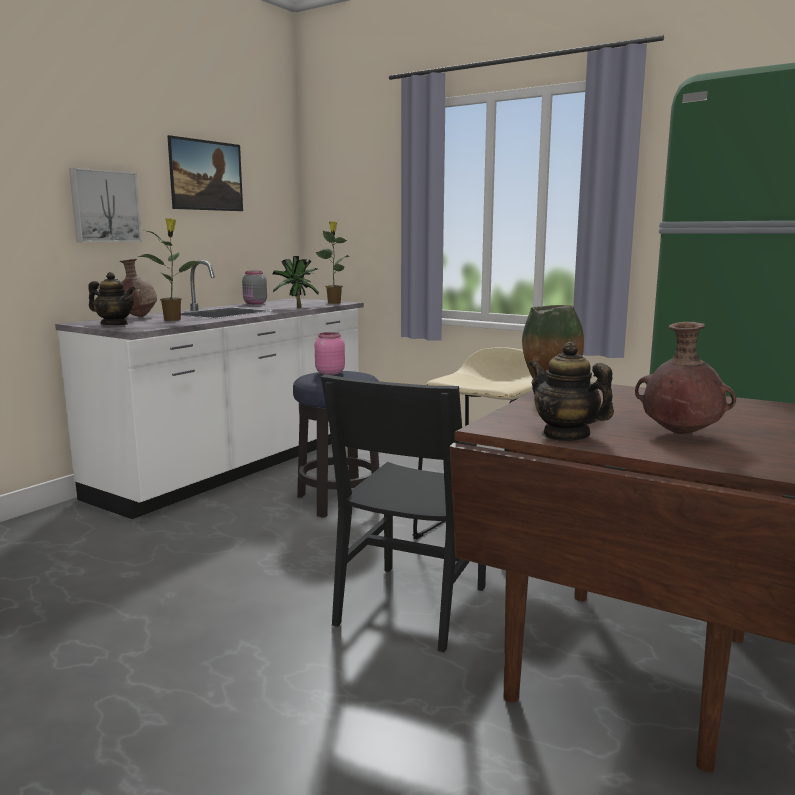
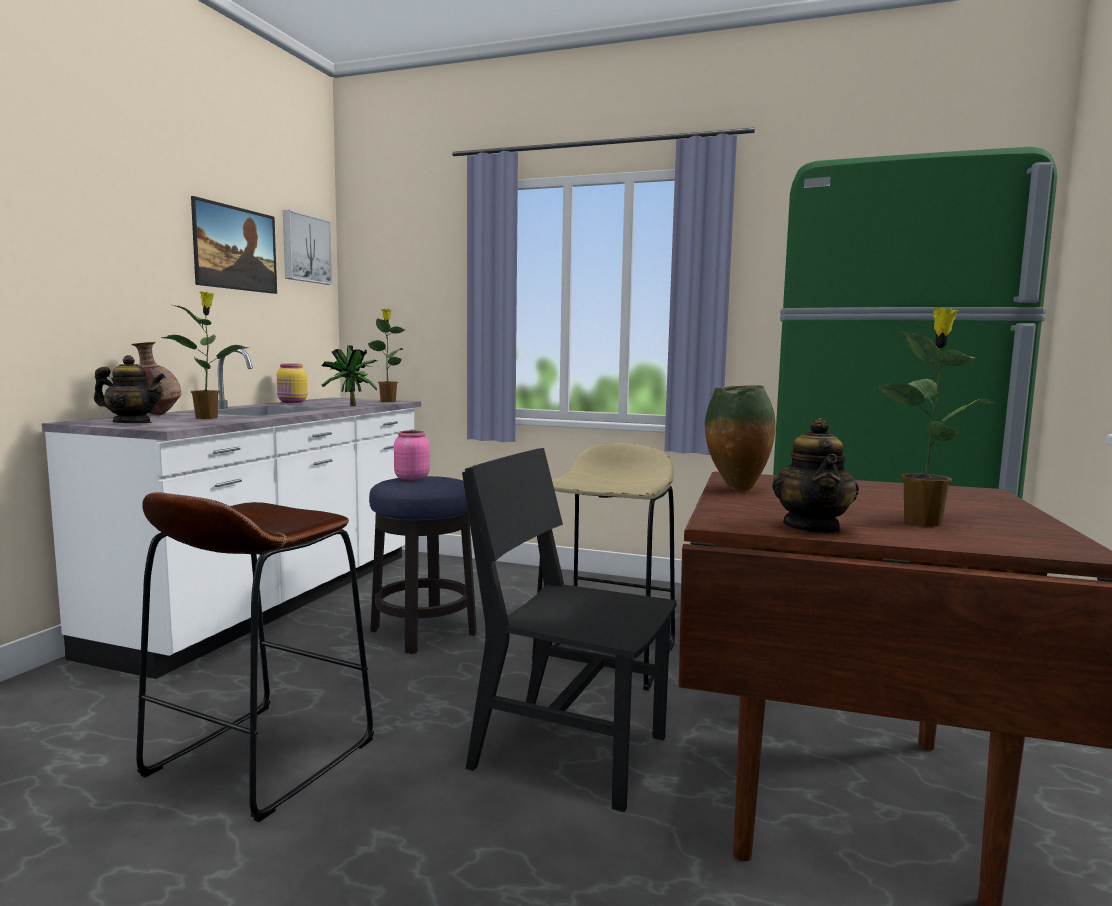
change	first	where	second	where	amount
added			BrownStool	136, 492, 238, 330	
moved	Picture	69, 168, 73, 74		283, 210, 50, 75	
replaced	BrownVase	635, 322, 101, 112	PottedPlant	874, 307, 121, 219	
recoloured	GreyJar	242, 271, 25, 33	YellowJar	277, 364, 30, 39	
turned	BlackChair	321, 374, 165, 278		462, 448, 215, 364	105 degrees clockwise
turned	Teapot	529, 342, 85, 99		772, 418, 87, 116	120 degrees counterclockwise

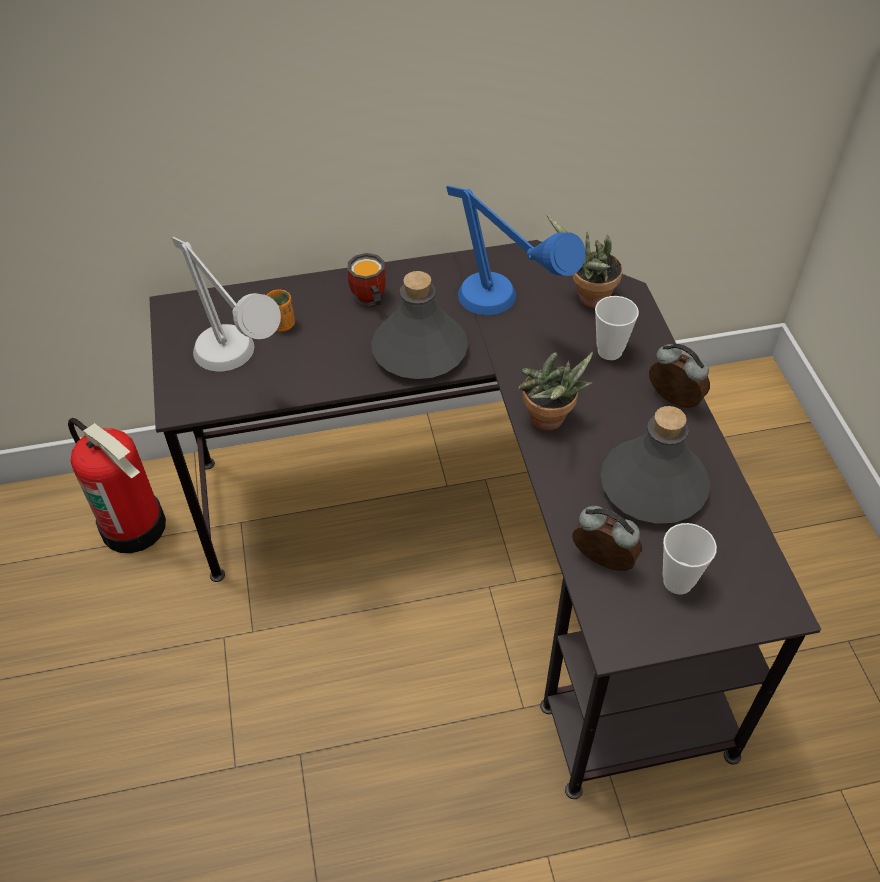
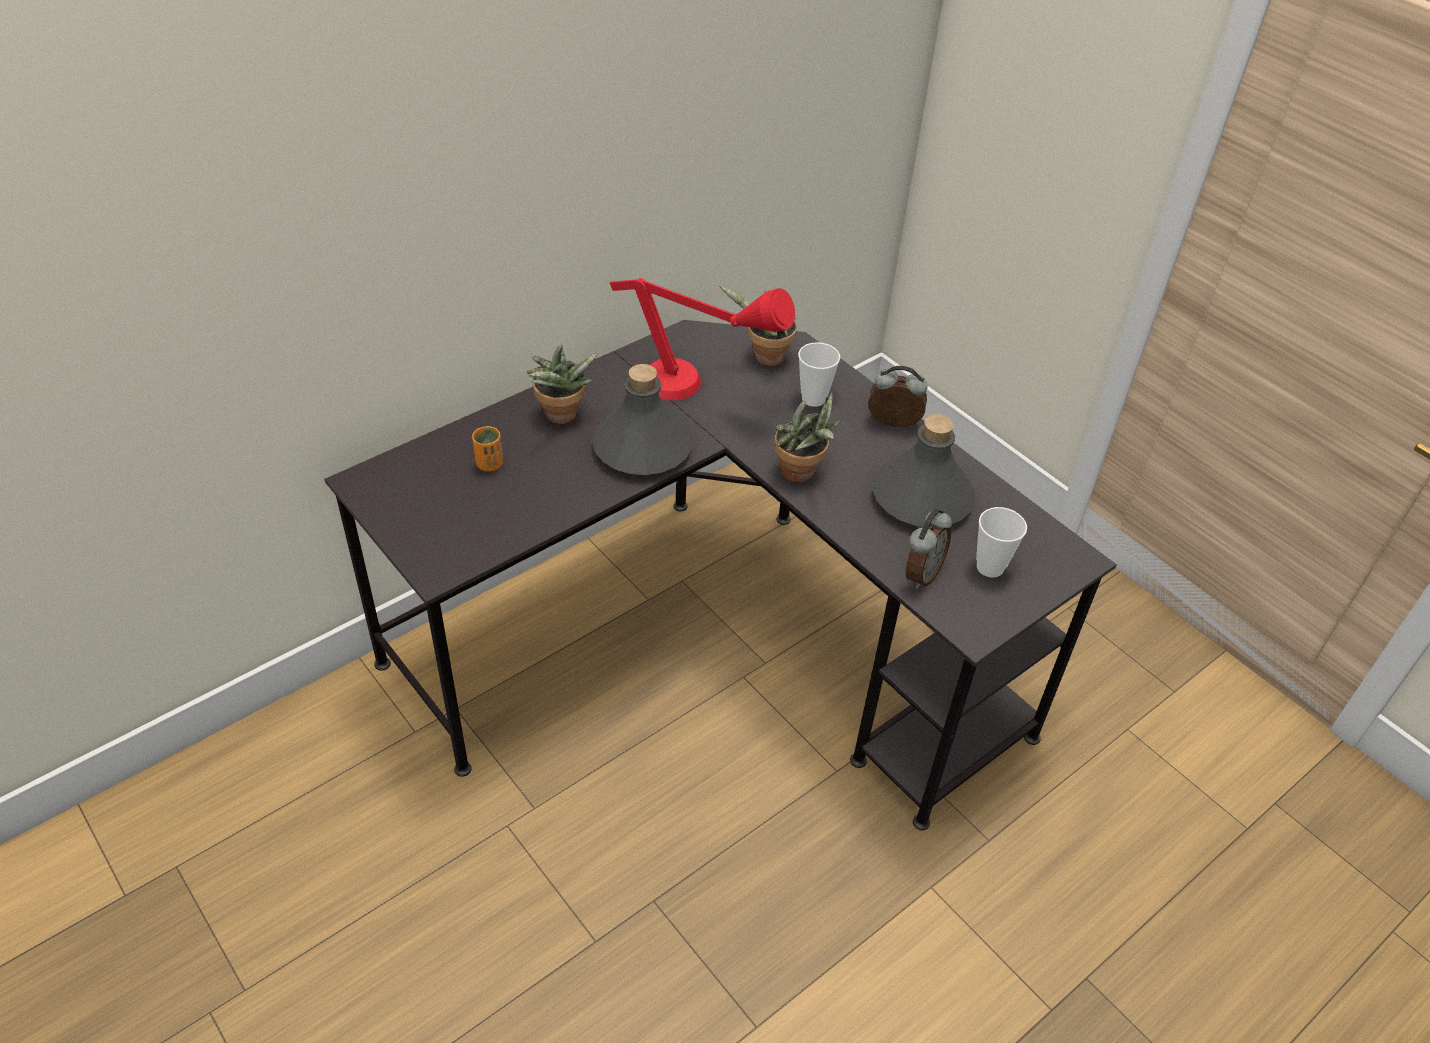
change	first	where	second	where	amount
removed	FireExtinguisher	68, 418, 98, 135			
removed	GreyTableLamp	172, 237, 109, 135			
replaced	Mug	348, 253, 38, 53	PottedPlant	527, 344, 72, 80	
recoloured	BlueTableLamp	446, 186, 139, 129	RedTableLamp	610, 278, 185, 122	
turned	AlarmClock	572, 506, 70, 65		906, 509, 46, 80	120 degrees clockwise

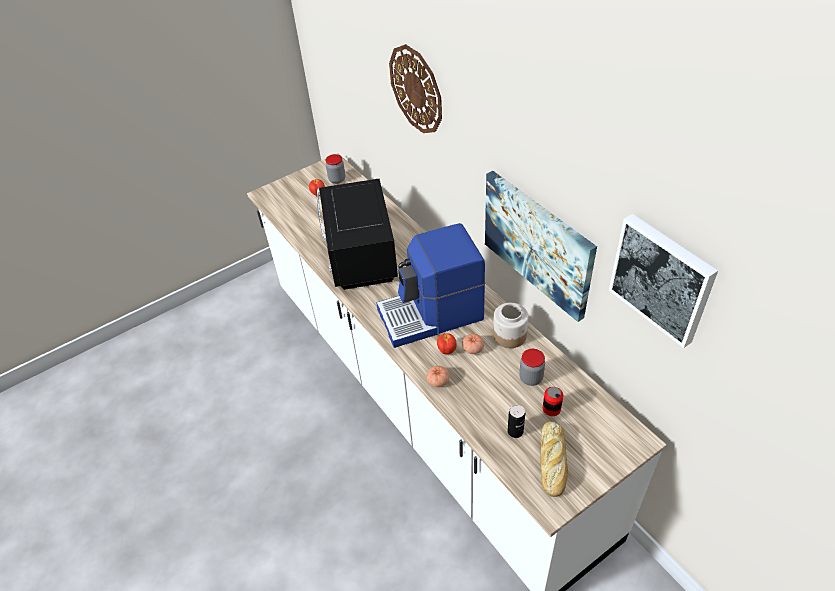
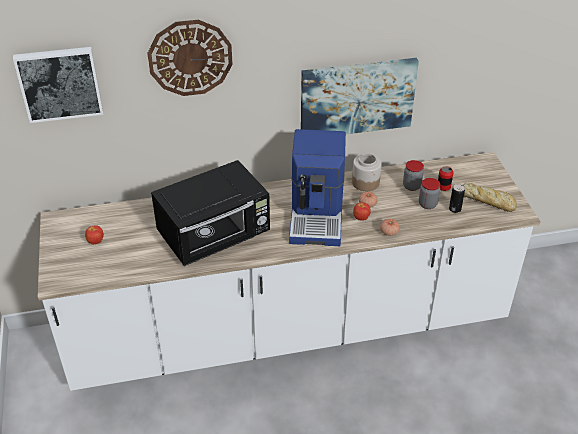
change	first	where	second	where	amount
moved	Jar	325, 154, 20, 30		419, 178, 21, 31	
moved	Picture	609, 214, 109, 134		13, 47, 91, 76	
turned	BlackMicrowave	317, 179, 81, 111		151, 160, 119, 106	45 degrees counterclockwise

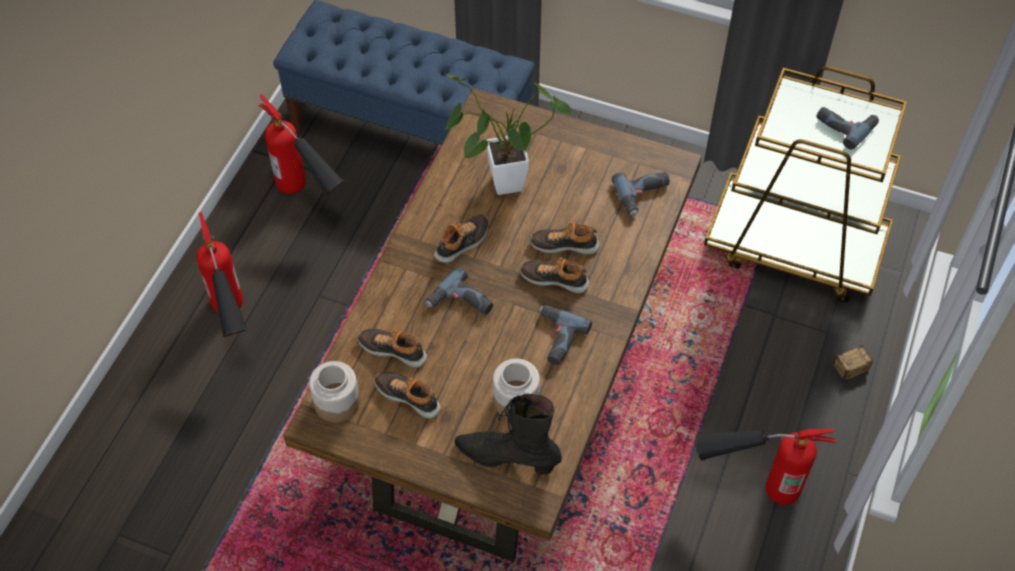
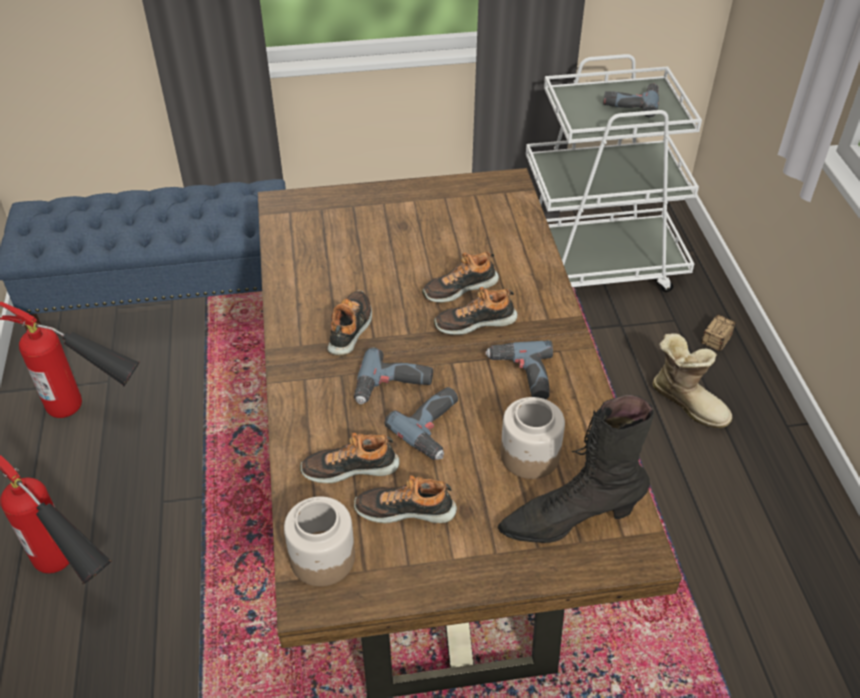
change	first	where	second	where	amount
removed	PottedPlant	445, 73, 127, 122			
removed	FireExtinguisher	695, 428, 141, 77			
added			Boot	653, 333, 79, 96	
moved	PowerDrill	612, 172, 58, 44		384, 387, 74, 73	
recoloured	BrownCart	704, 66, 203, 237	WhiteCart	526, 54, 176, 238	

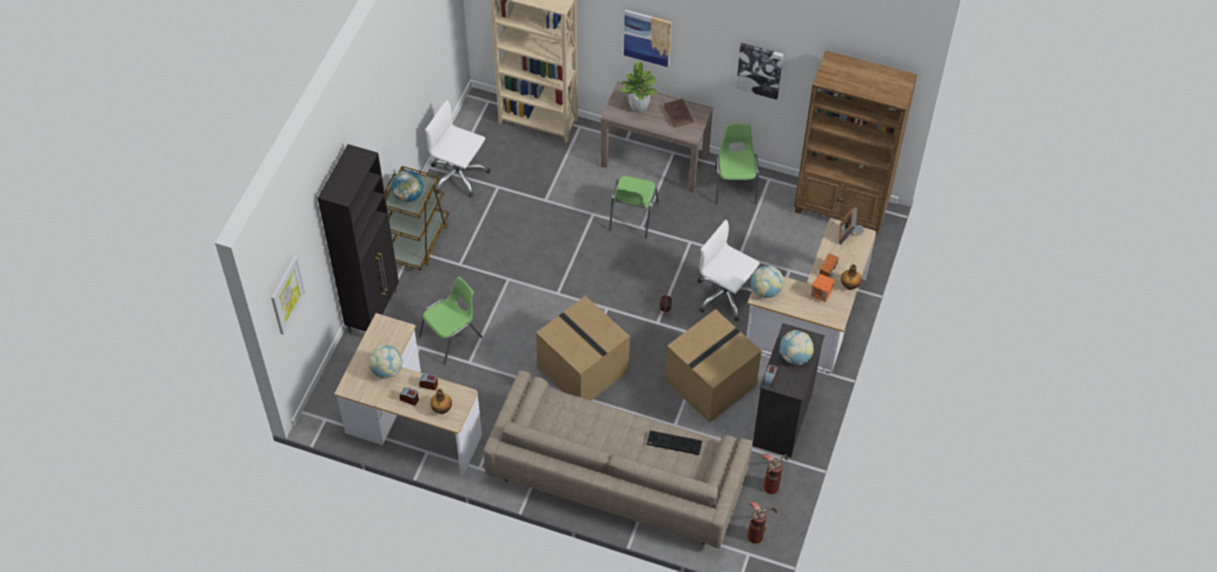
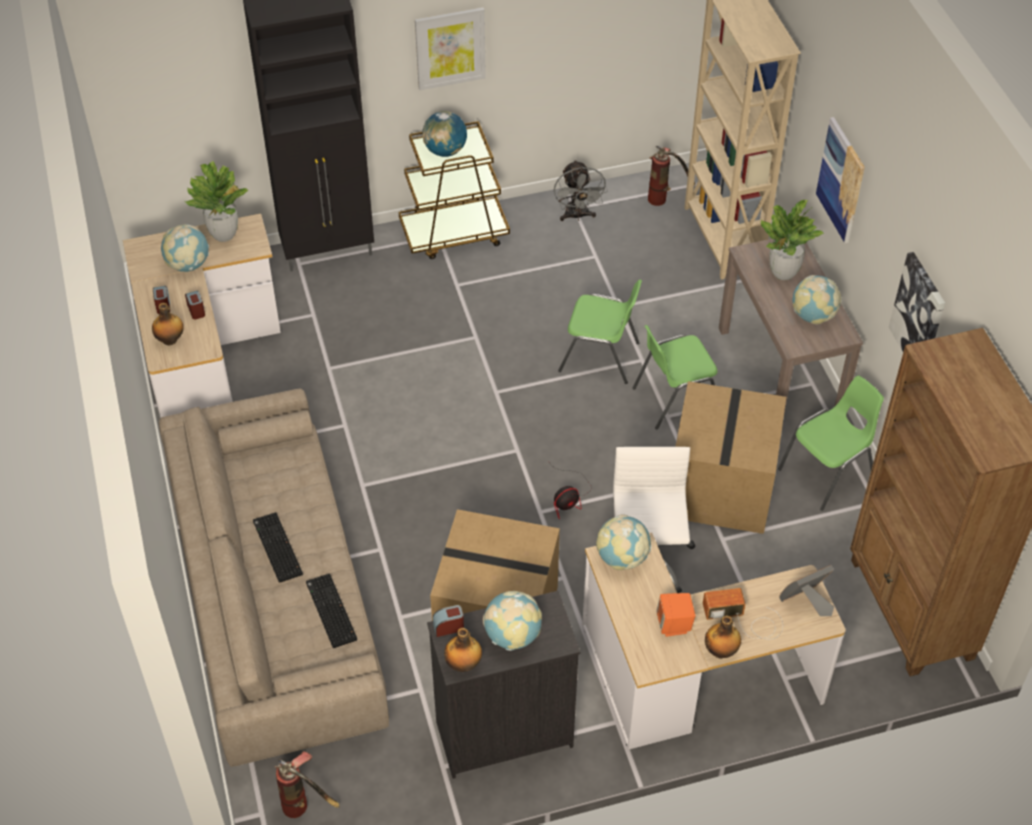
change	first	where	second	where	amount
added			PottedPlant	185, 161, 64, 81	
added			Keyboard	253, 512, 50, 71	
added			Bottle	444, 628, 38, 44	
moved	Picture	271, 256, 35, 79		415, 7, 71, 83	
moved	GreenChair	419, 277, 64, 88		558, 279, 84, 105	
moved	CardboardBox	536, 296, 94, 105		675, 381, 111, 153	
moved	FireExtinguisher	761, 454, 27, 40		648, 146, 47, 60	
replaced	WhiteOfficeChair	425, 100, 65, 97	GreyFan	554, 160, 53, 61	
replaced	BrownBook	664, 99, 29, 29	Globe	793, 275, 49, 50	

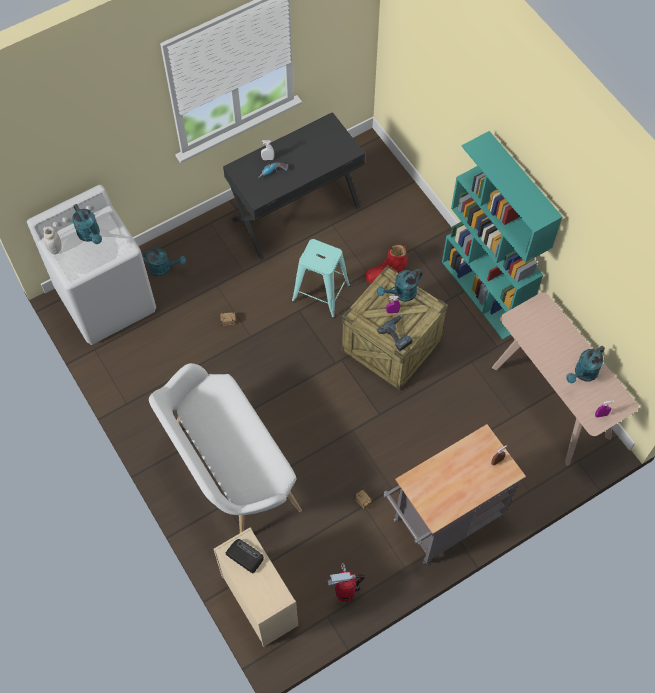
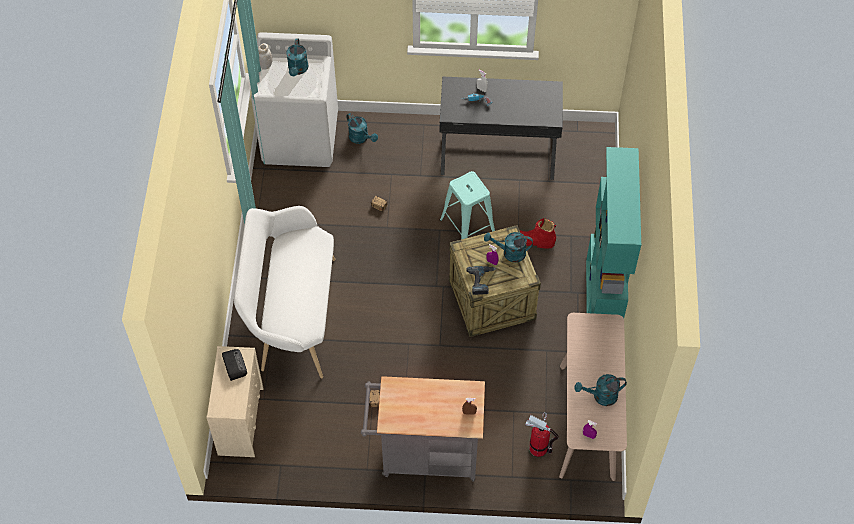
change	first	where	second	where	amount
moved	FireExtinguisher	328, 563, 37, 40		525, 412, 34, 45	

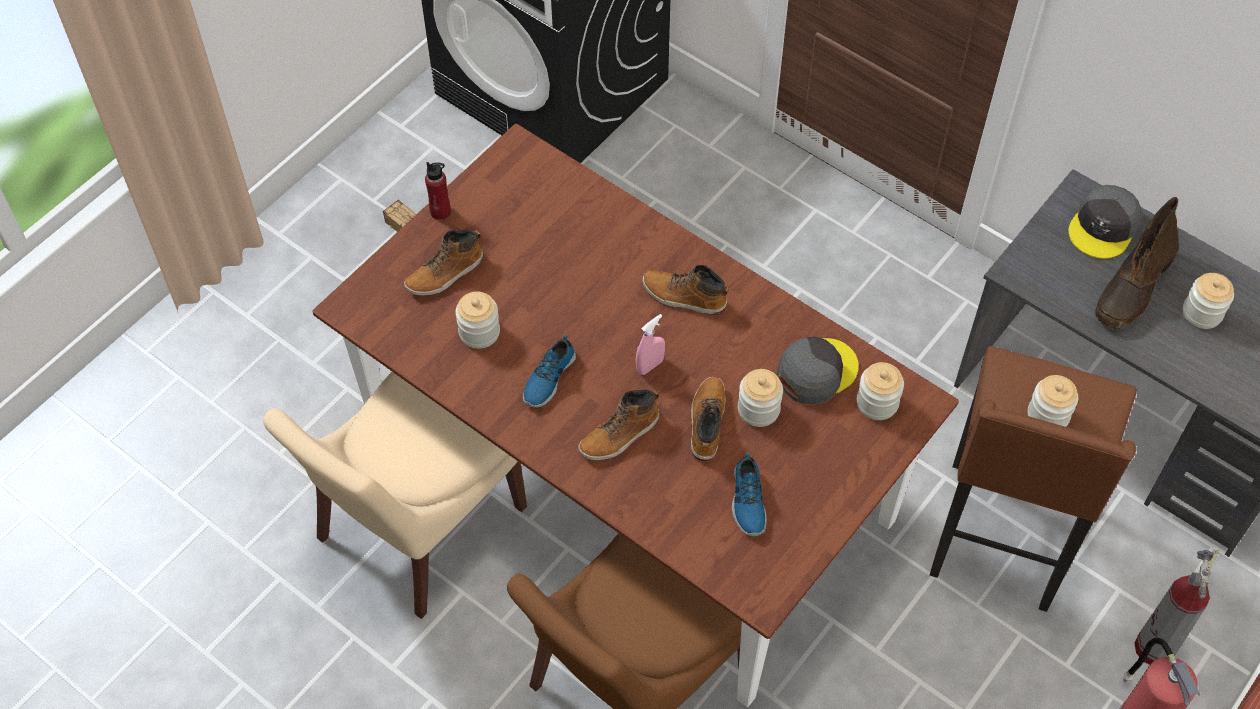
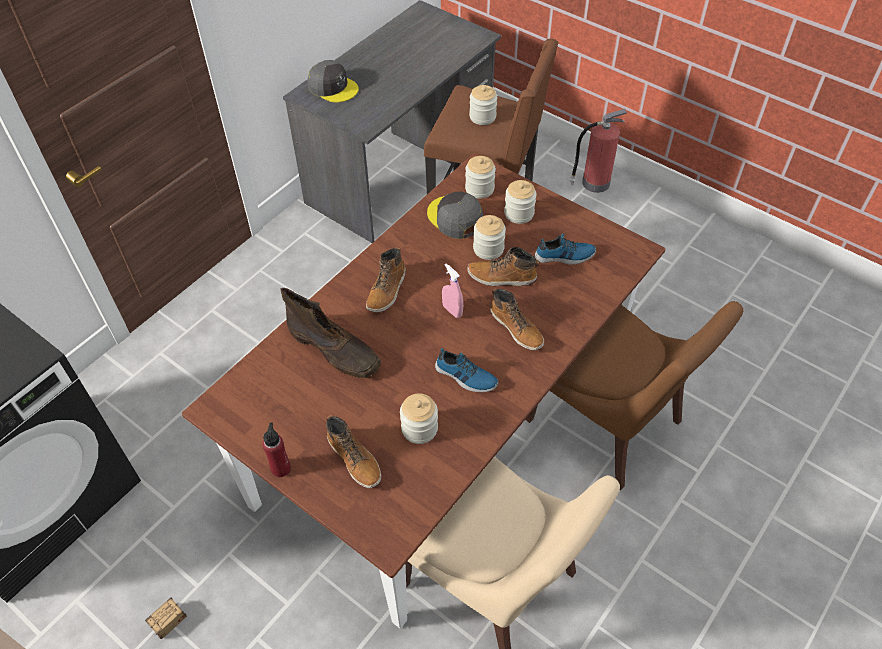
change	first	where	second	where	amount
removed	FireExtinguisher	1134, 550, 85, 115			
moved	BrownBoot	1095, 197, 84, 132		281, 288, 100, 90	
moved	Jar	1183, 273, 51, 56		504, 180, 33, 44	

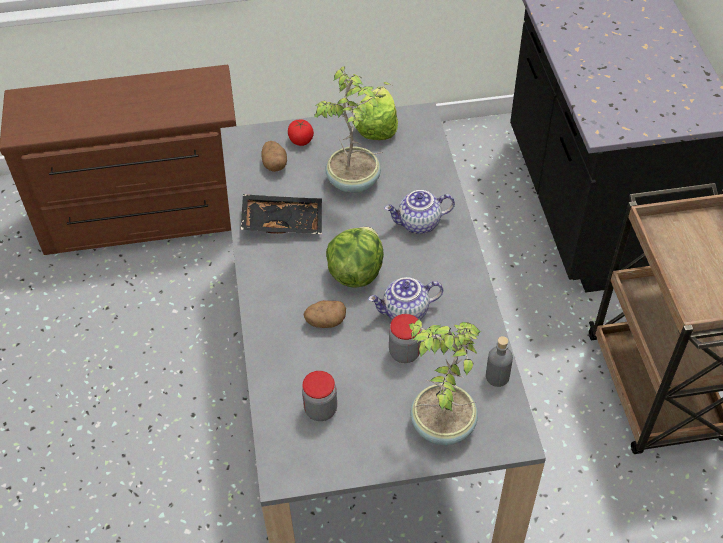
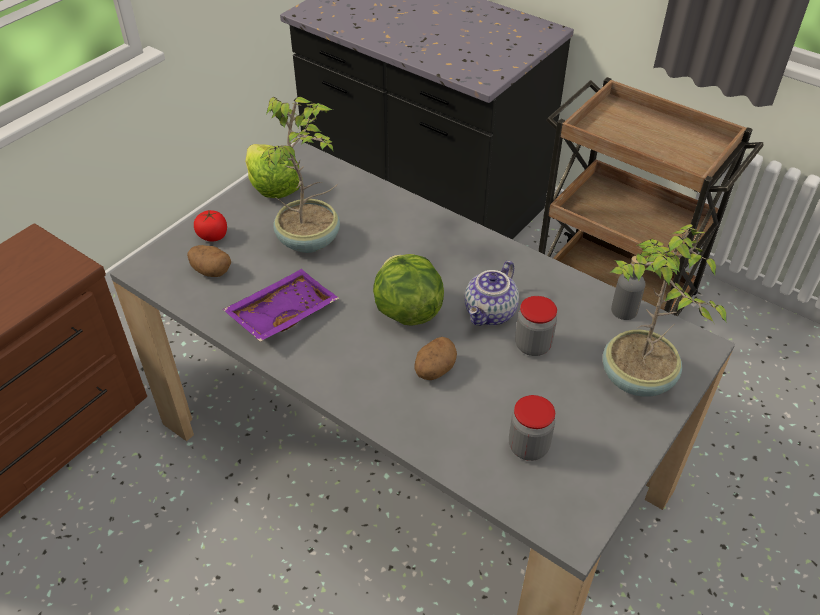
change	first	where	second	where	amount
removed	Teapot	384, 190, 71, 44			
recoloured	BlackTray	241, 194, 81, 40	PurpleTray	223, 269, 116, 73	

